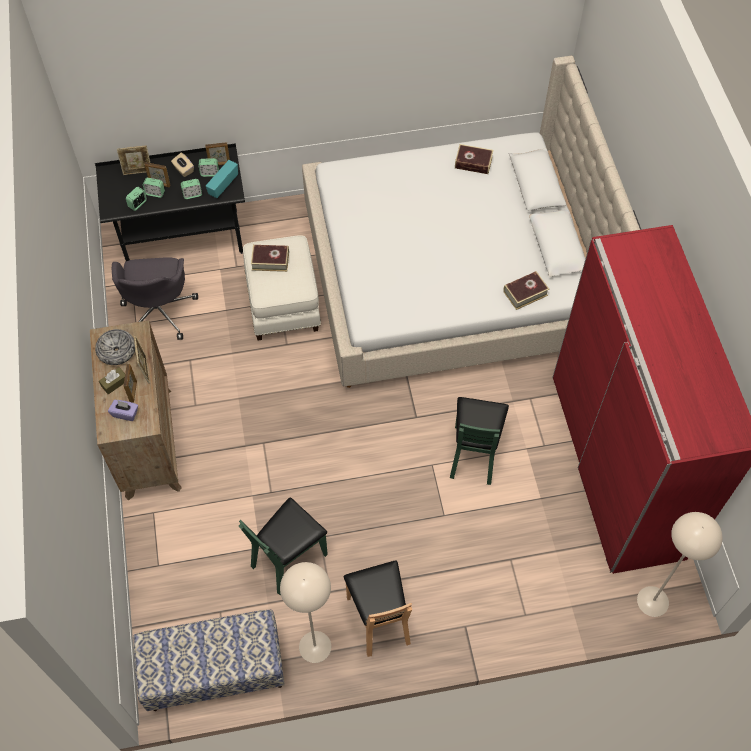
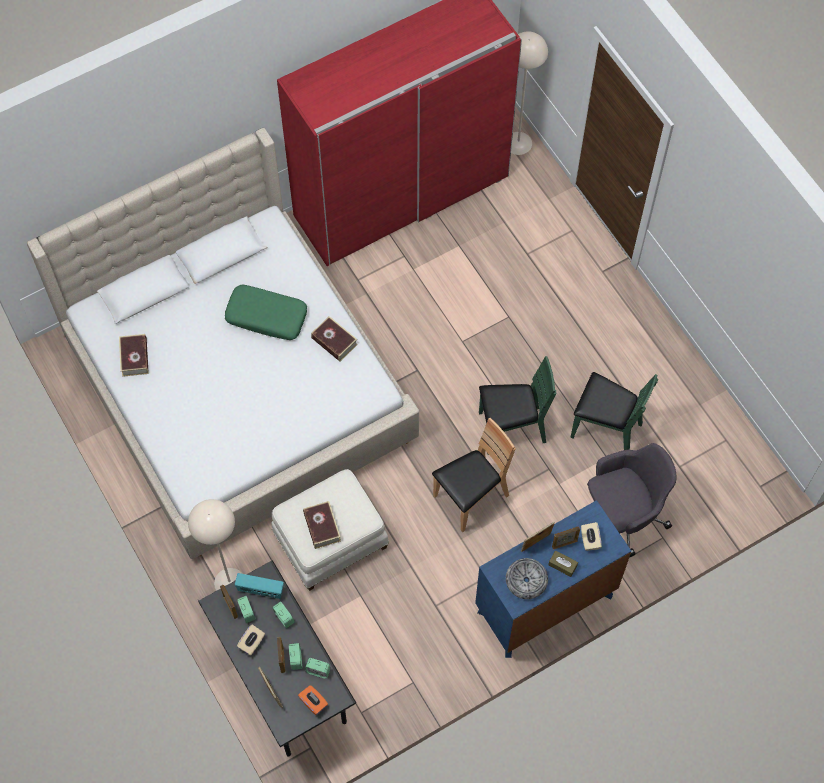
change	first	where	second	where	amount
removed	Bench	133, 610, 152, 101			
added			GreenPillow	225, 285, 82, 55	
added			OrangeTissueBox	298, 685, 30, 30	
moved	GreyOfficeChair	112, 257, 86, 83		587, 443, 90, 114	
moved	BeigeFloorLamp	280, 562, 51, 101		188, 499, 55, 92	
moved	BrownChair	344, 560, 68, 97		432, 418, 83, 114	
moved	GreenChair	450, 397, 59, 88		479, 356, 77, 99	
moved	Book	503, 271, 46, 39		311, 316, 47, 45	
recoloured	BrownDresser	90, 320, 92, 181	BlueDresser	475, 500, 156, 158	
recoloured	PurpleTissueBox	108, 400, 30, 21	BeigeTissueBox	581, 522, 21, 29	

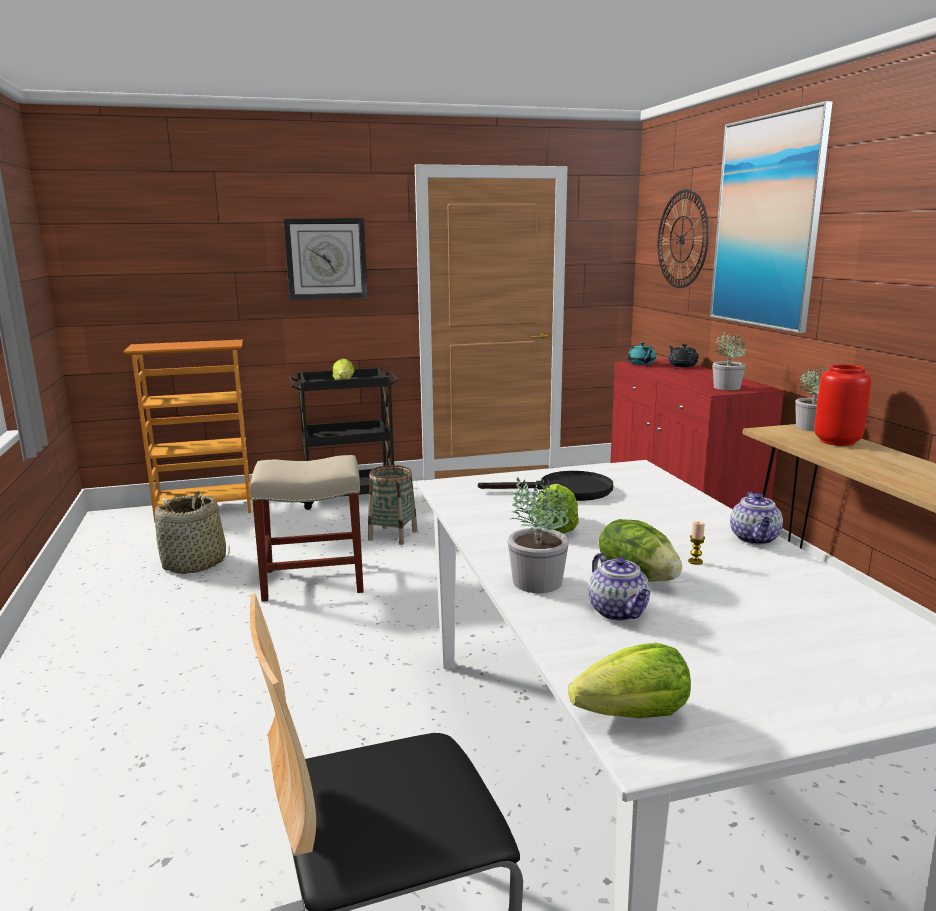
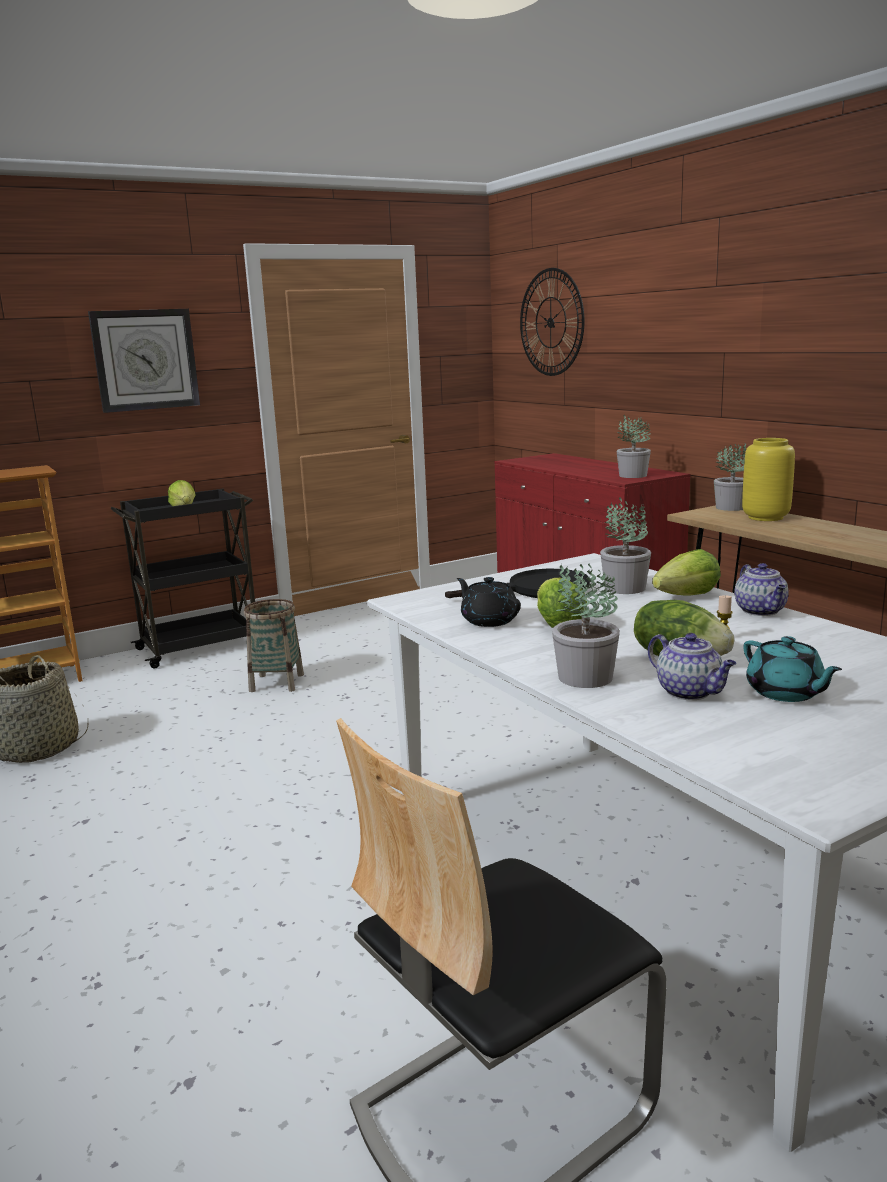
change	first	where	second	where	amount
removed	BeigeStool	250, 455, 114, 147			
removed	Picture	710, 101, 123, 233			
added			PottedPlant	600, 497, 51, 97	
moved	Lettuce	568, 643, 123, 75		652, 549, 69, 47	
moved	TurquoiseTeapot	627, 342, 29, 23		743, 636, 99, 66	
moved	BlackTeapot	669, 344, 30, 23		457, 577, 64, 50	
recoloured	RedVase	814, 364, 57, 82	YellowVase	742, 438, 53, 83	

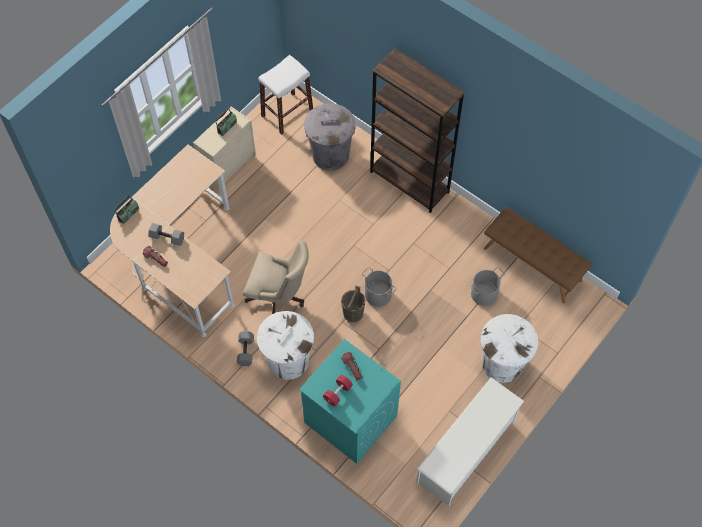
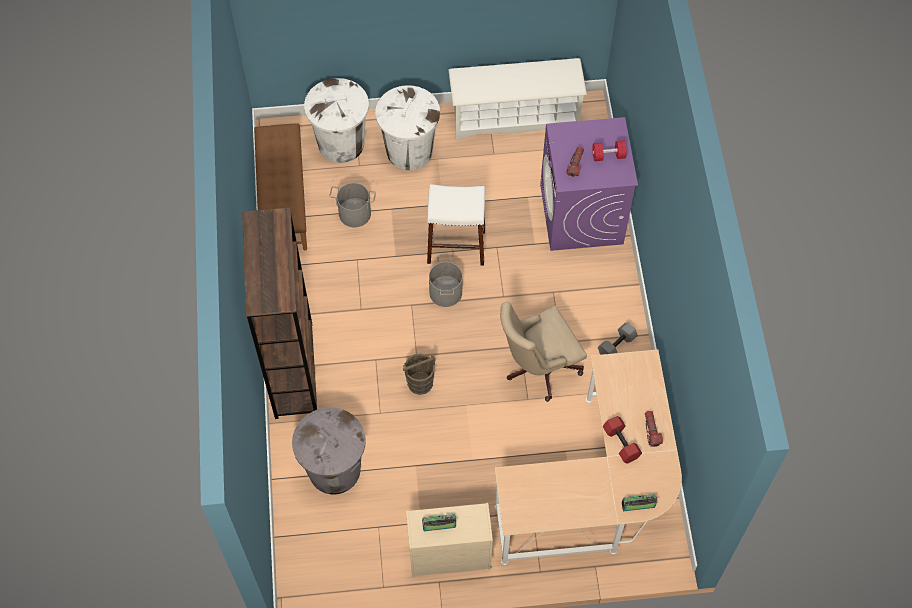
change	first	where	second	where	amount
moved	WhiteTrashCan	257, 311, 57, 69		304, 78, 65, 85	
moved	WhiteStool	258, 55, 55, 80		427, 184, 58, 82	
moved	BrownBucket	341, 285, 24, 37		403, 353, 33, 42	
recoloured	GreyDumbbell	148, 223, 36, 23	RedDumbbell	602, 416, 40, 48	
recoloured	TurquoiseWashingMachine	299, 339, 102, 125	PurpleWashingMachine	540, 117, 98, 134	
turned	BeigeOfficeChair	243, 241, 66, 73		500, 302, 87, 100	90 degrees counterclockwise

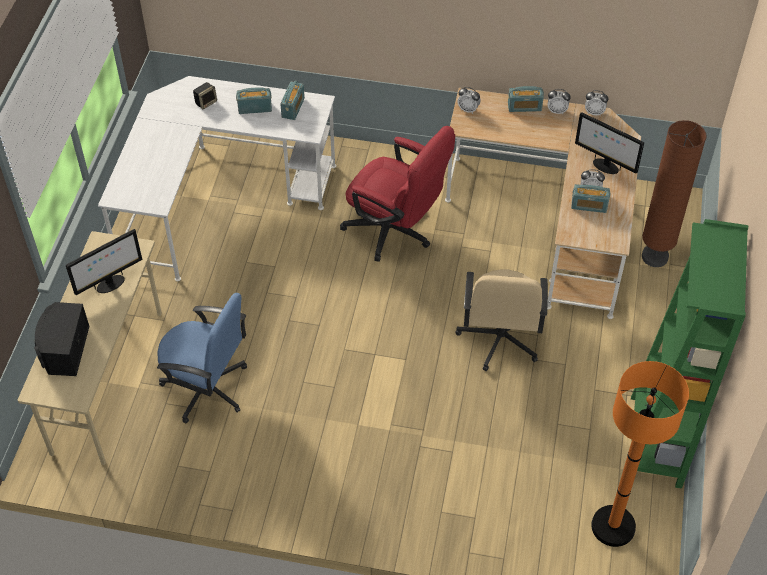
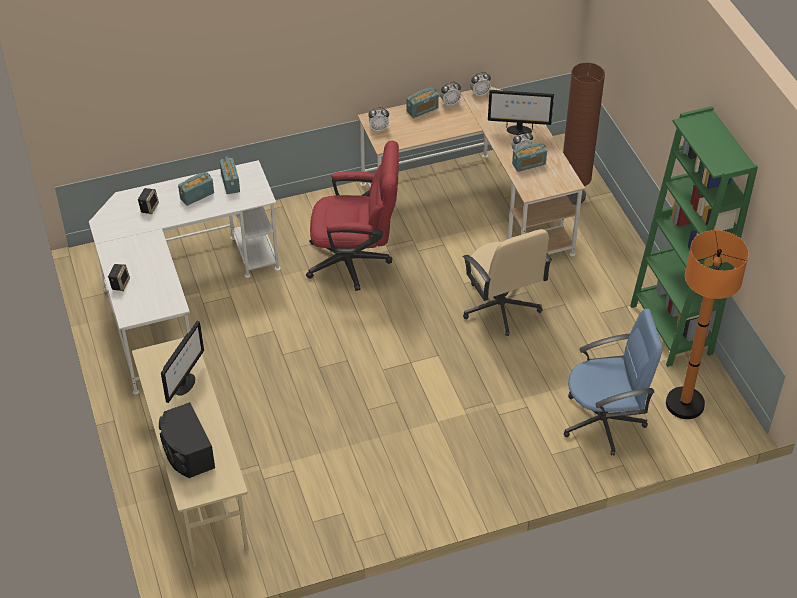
change	first	where	second	where	amount
added			Speaker	108, 264, 22, 27	
moved	BlueOfficeChair	157, 293, 90, 131		564, 309, 99, 147	

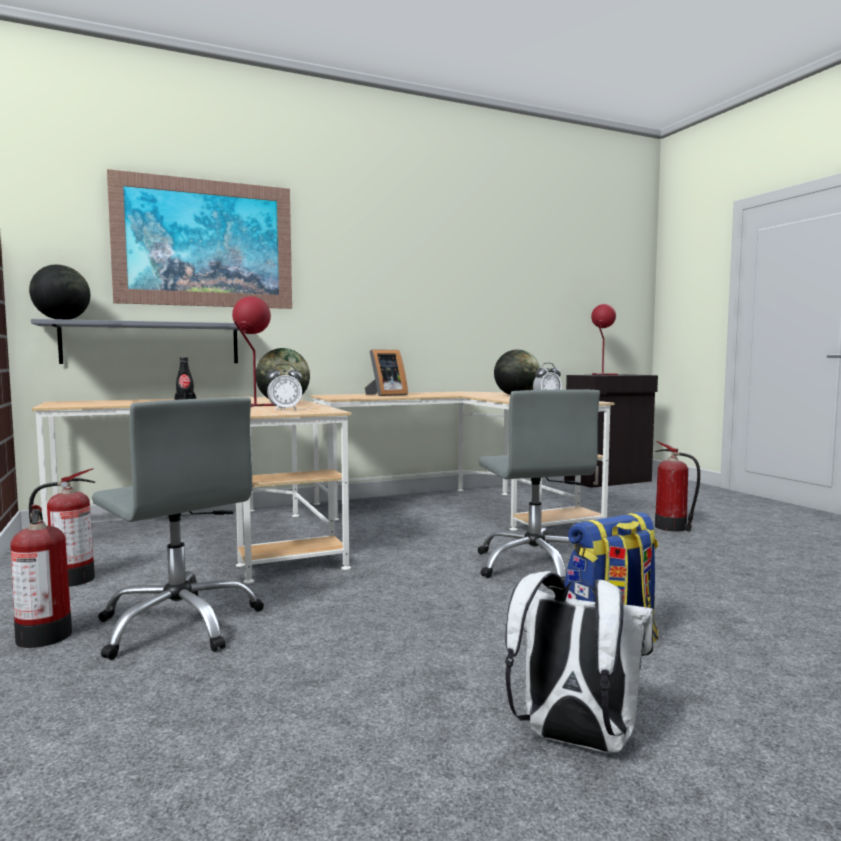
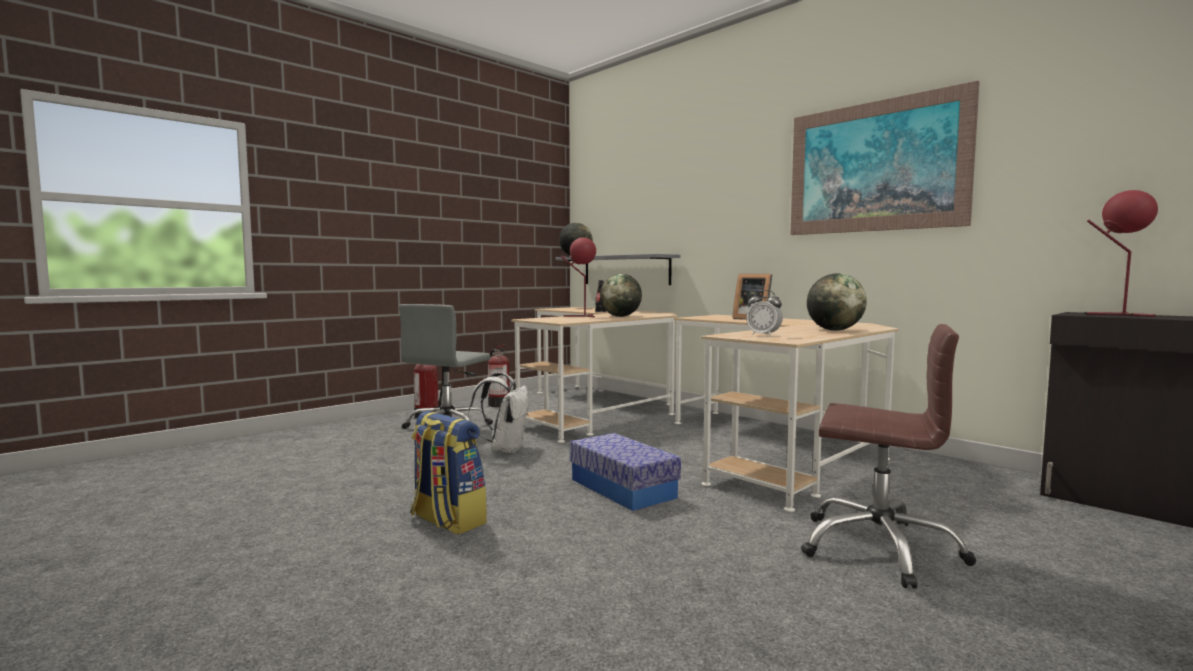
change	first	where	second	where	amount
removed	AlarmClock	267, 364, 35, 47			
moved	Picture	107, 169, 185, 140		791, 81, 189, 154	
moved	WhiteBackpack	505, 571, 149, 182		469, 372, 59, 82	
replaced	GreyOfficeChair	478, 389, 122, 194	StorageBox	570, 433, 111, 78	
replaced	FireExtinguisher	655, 441, 45, 91	BrownOfficeChair	801, 324, 175, 265	

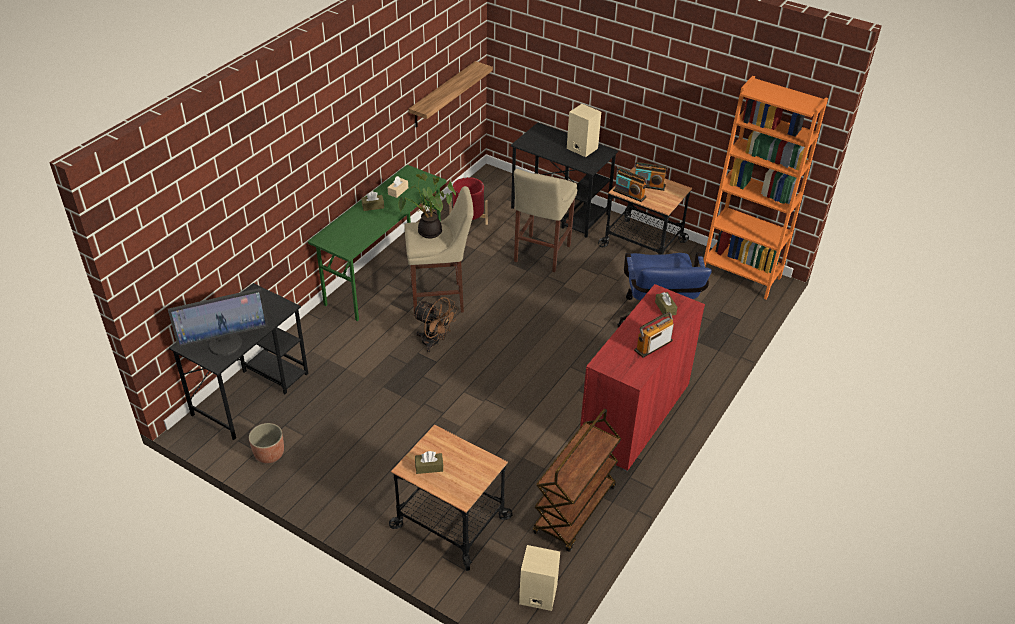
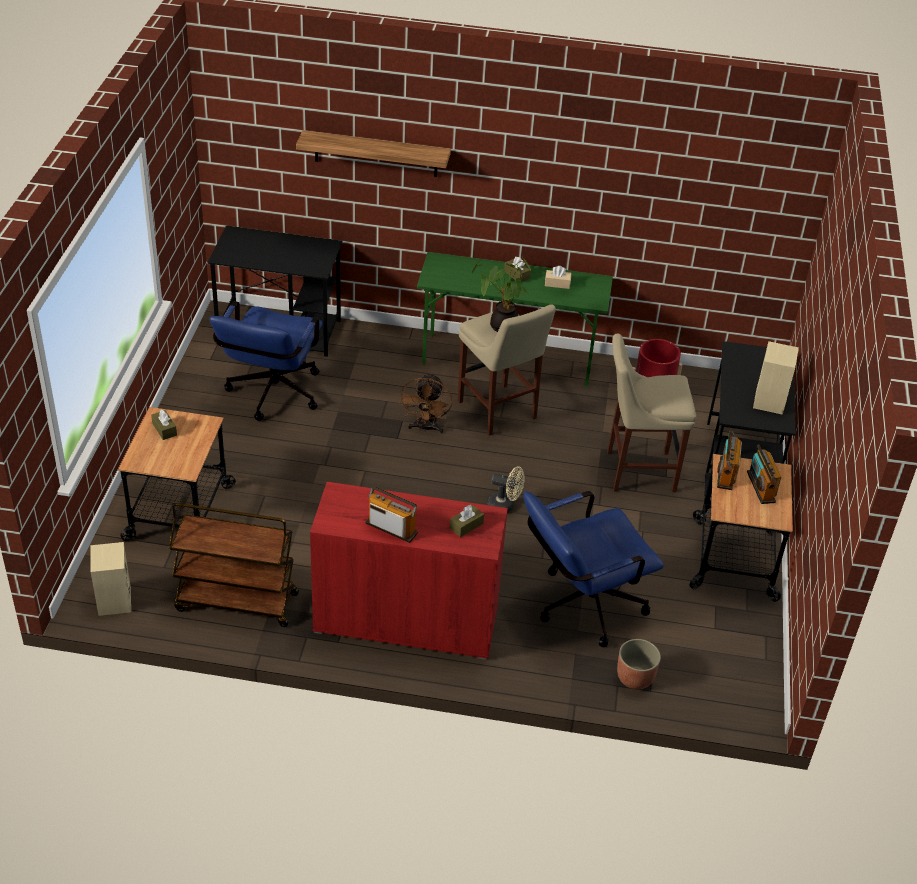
change	first	where	second	where	amount
removed	Monitor	168, 288, 100, 68			
removed	OrangeBookcase	704, 76, 124, 223			
added			BlueOfficeChair	209, 301, 113, 120	
added			BeigeFan	487, 466, 38, 47	
moved	Planter	249, 423, 35, 40		617, 639, 44, 50	
moved	Shelf	409, 61, 84, 66		296, 130, 155, 47	

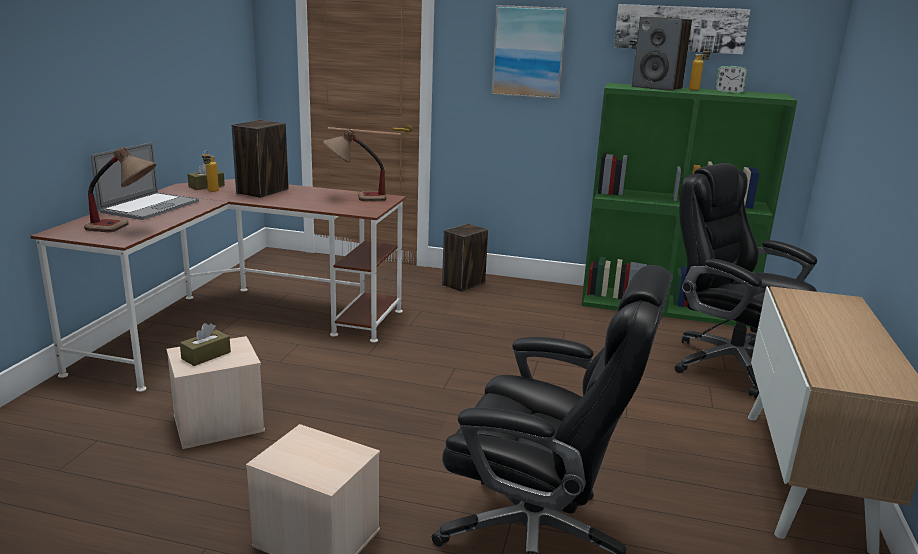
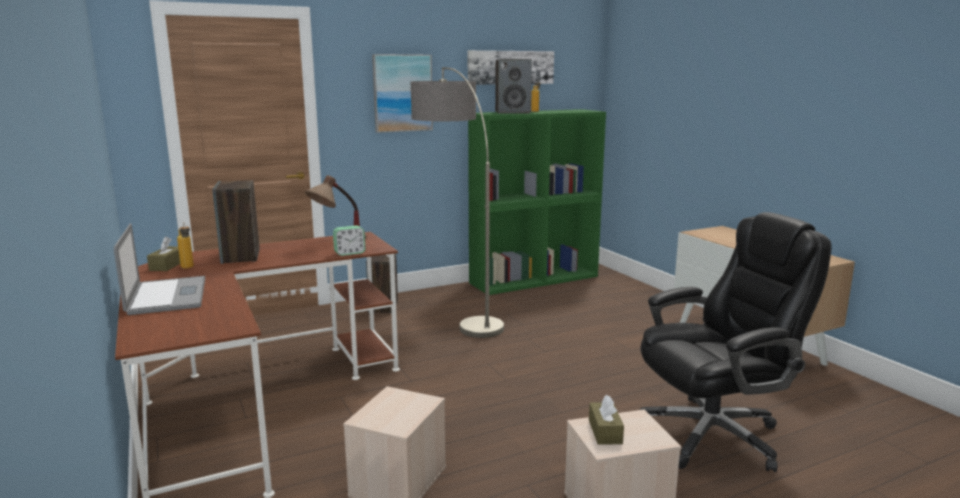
change	first	where	second	where	amount
removed	TableLamp	84, 147, 72, 85			
removed	BlackOfficeChair	675, 163, 142, 235			
added			FloorLamp	411, 67, 93, 271	
moved	BrownTissueBox	180, 323, 51, 43		589, 395, 35, 50	
moved	AlarmClock	715, 66, 32, 27		333, 225, 32, 31	

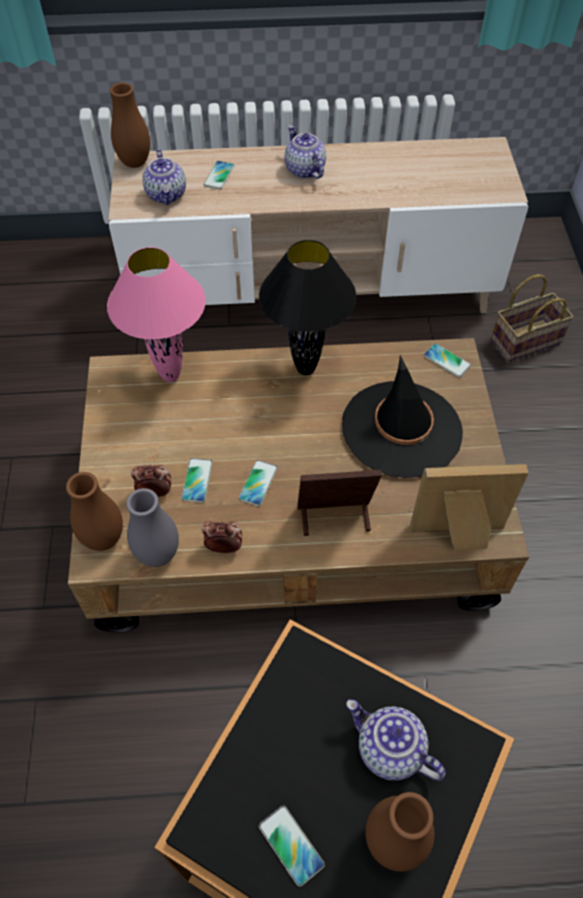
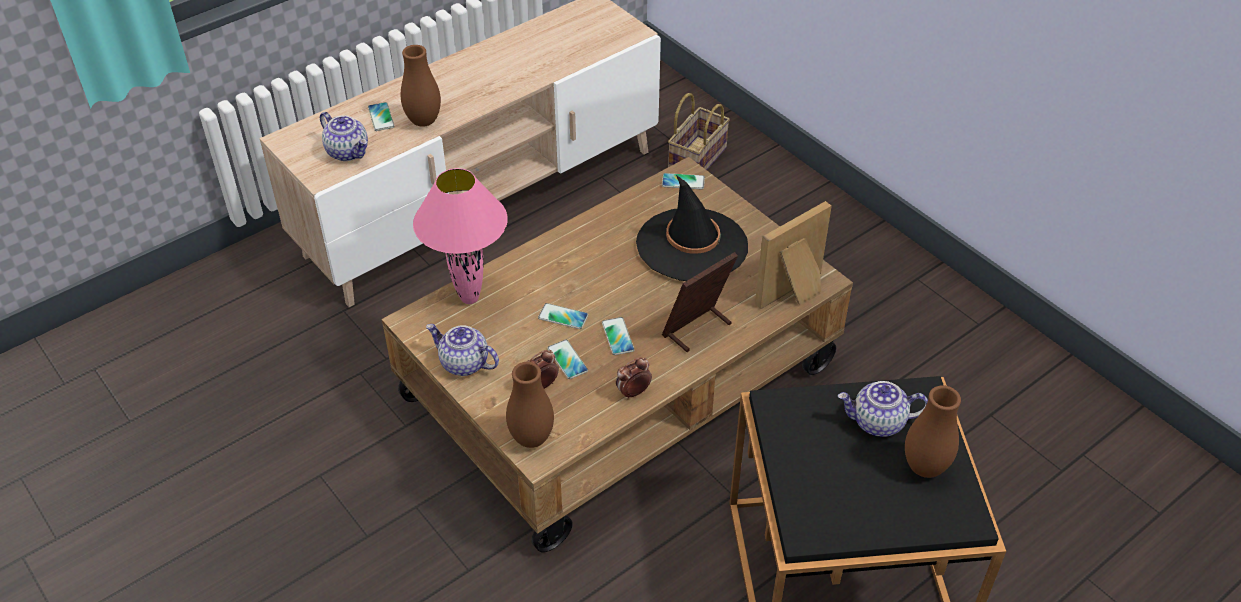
change	first	where	second	where	amount
removed	GreyVase	126, 488, 53, 79			
removed	BlackTableLamp	259, 240, 97, 135			
moved	BrownVase	110, 82, 40, 86		401, 45, 40, 82	
moved	Phone	259, 805, 66, 82		538, 303, 50, 26	
moved	Teapot	285, 125, 41, 54		426, 324, 73, 52	

